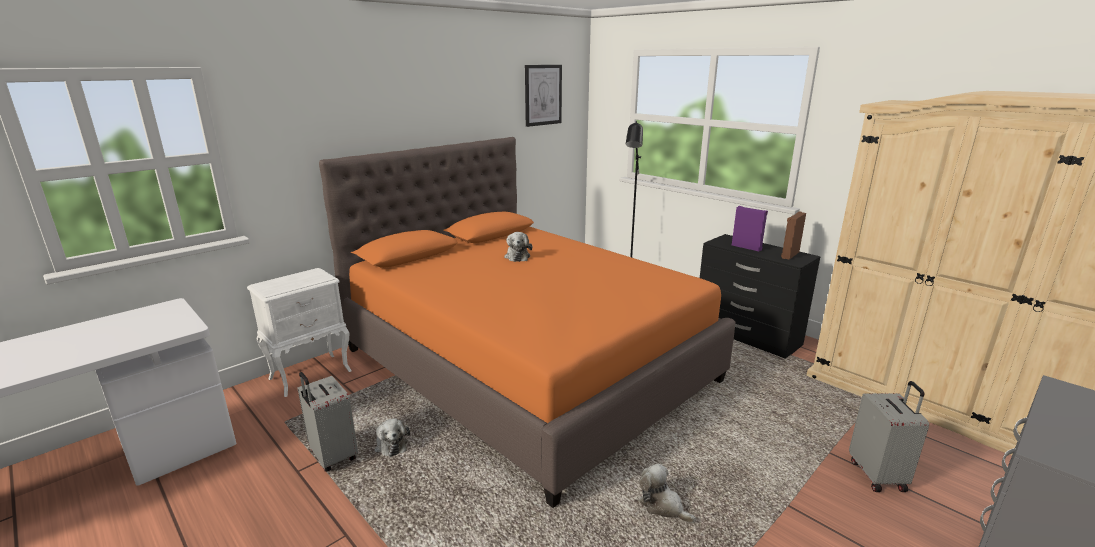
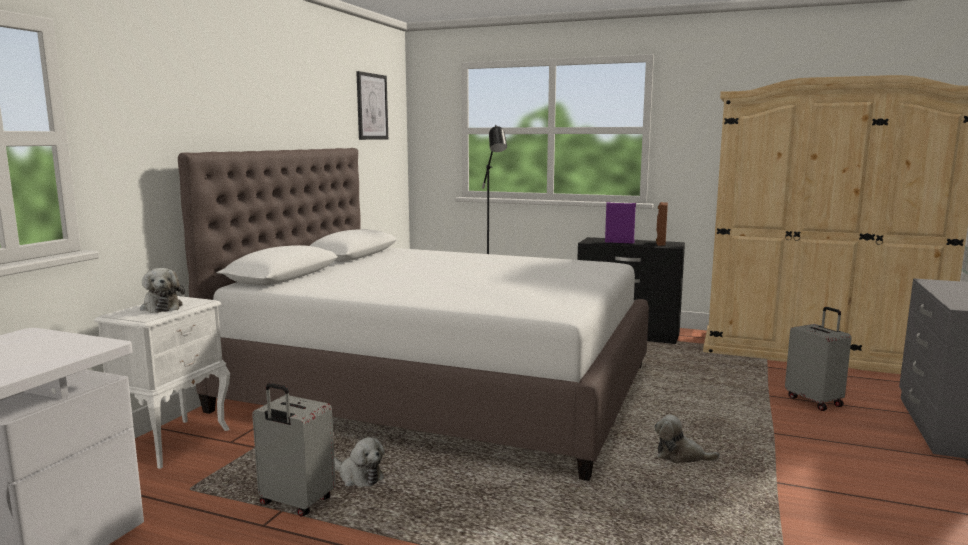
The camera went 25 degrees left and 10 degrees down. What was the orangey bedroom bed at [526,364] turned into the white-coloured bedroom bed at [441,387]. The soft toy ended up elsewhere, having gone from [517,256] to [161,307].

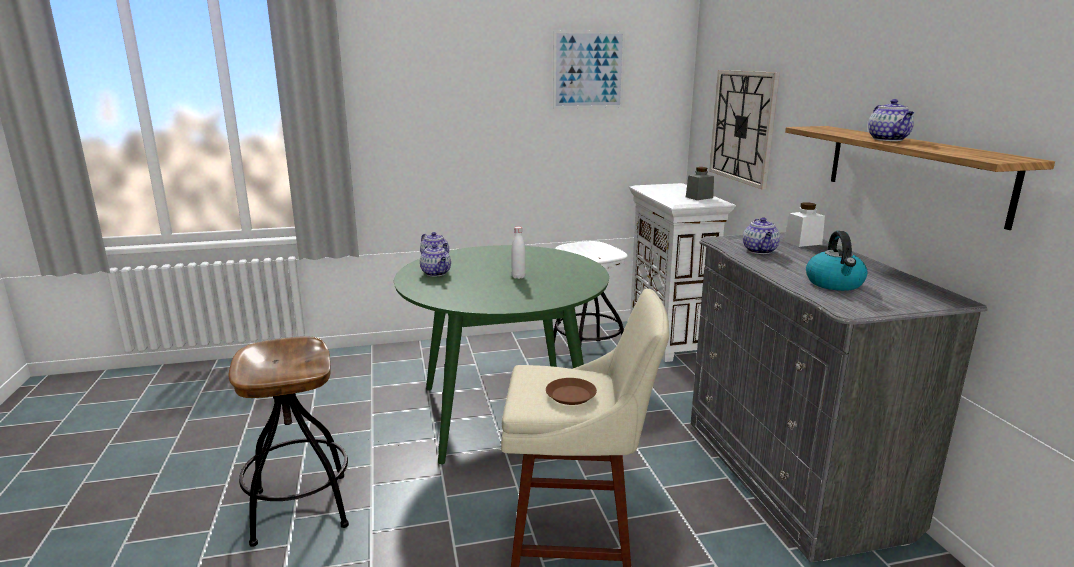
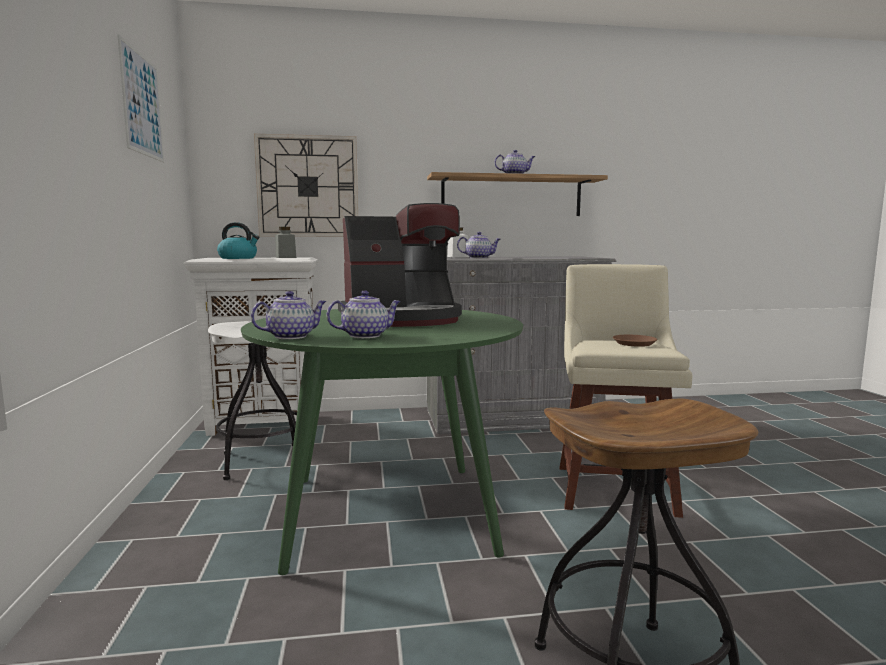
The camera went 85 degrees left and 10 degrees down. Where the white-coloured drink bottle stood at [518,277], the coffee machine came to stand at [402,319]. The water kettle ended up elsewhere, having gone from [835,284] to [238,258].

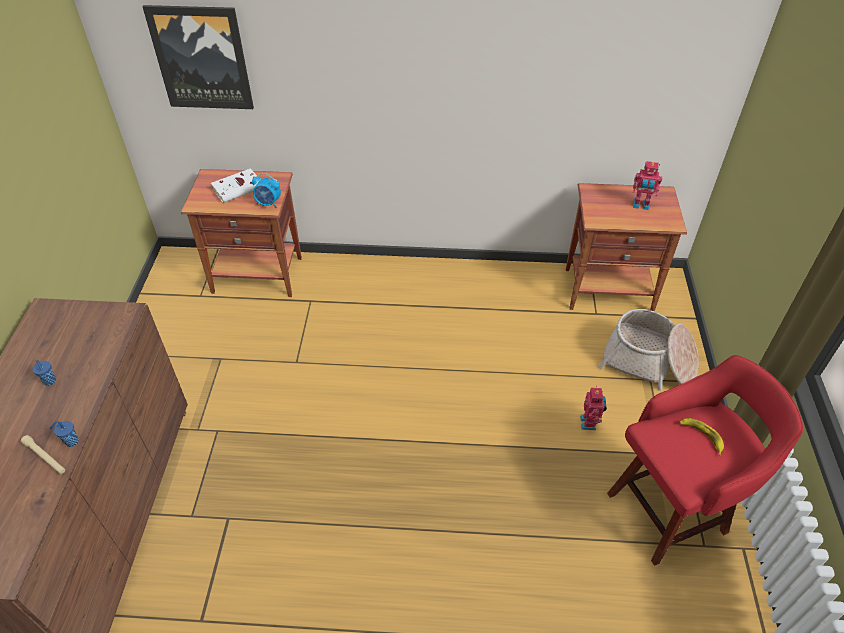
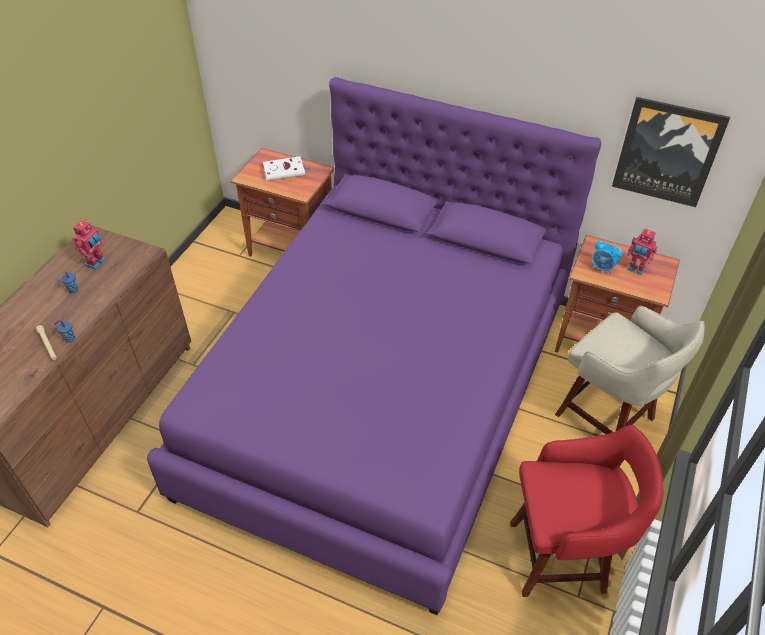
The camera went 20 degrees right and 0 degrees up. The wall picture ended up elsewhere, having gone from [201,58] to [667,152]. The table clock ended up elsewhere, having gone from [268,203] to [602,268]. Where the household basket stood at [649,362], the beige stool seat came to stand at [608,420]. The toy robot ended up elsewhere, having gone from [589,423] to [96,263]. The second view lost the banana at [701,436]. The second view gained the purple bedroom bed at [383,395].

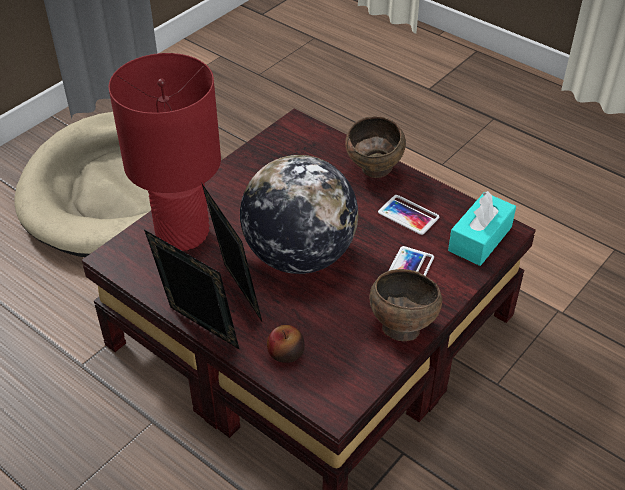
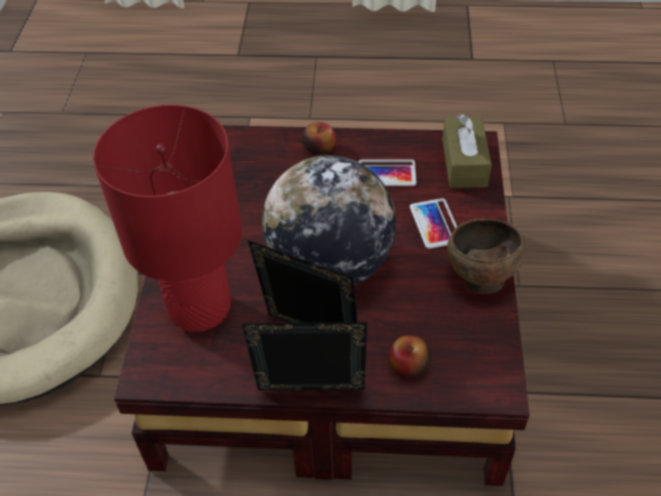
The camera went 35 degrees left and 5 degrees up. Where the brown-coloured bowl stood at [374,171], the apple came to stand at [319,148]. What was the turquoise tissue box at [480,239] turned into the brown-coloured tissue box at [464,163].

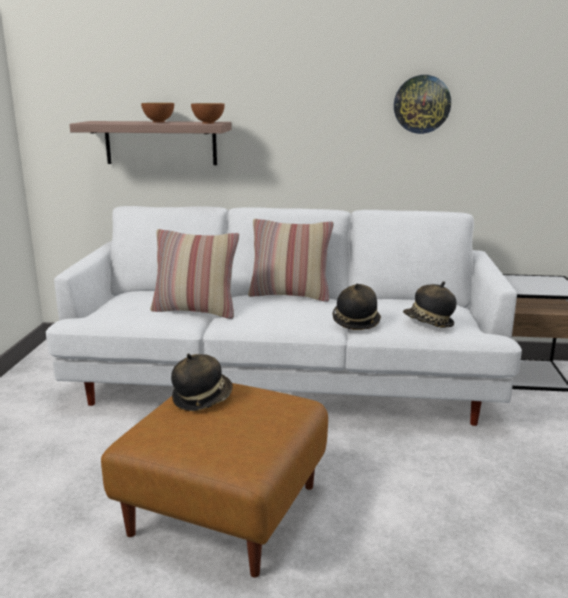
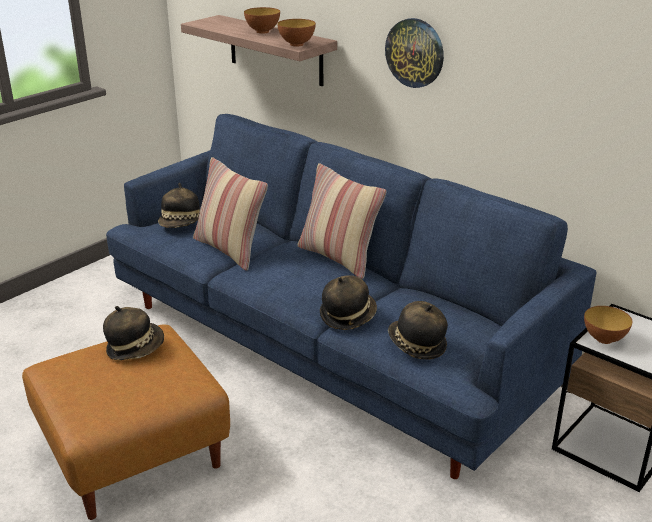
The camera went 35 degrees right and 10 degrees up. The clock on the wall ended up elsewhere, having gone from [421,104] to [415,53]. What was the white-coloured couch at [283,383] turned into the blue couch at [326,348]. The second view gained the hat at [181,225]. The second view gained the bowl at [604,339].

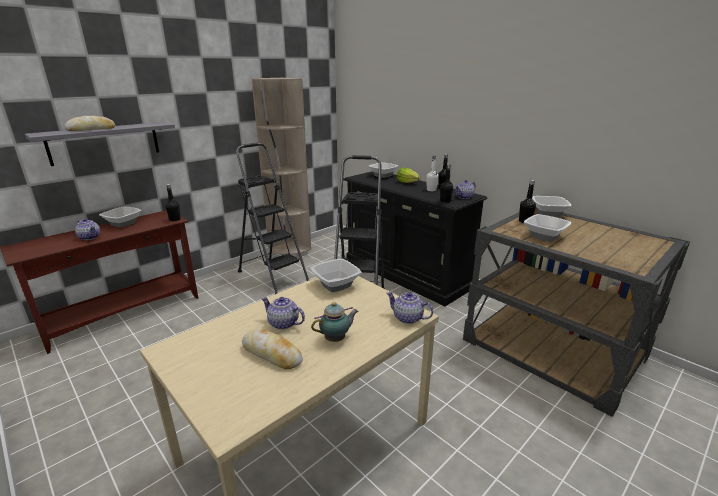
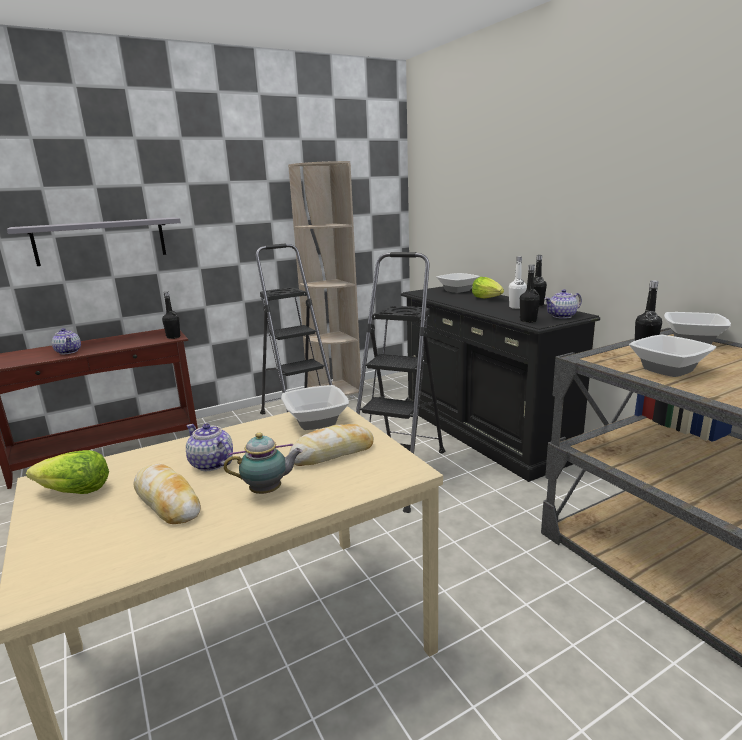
The camera went 15 degrees right and 5 degrees down. The bread ended up elsewhere, having gone from [91,129] to [333,453]. The second view lost the bowl at [122,223]. The second view lost the pot for tea at [408,318]. The second view gained the lettuce at [73,492].

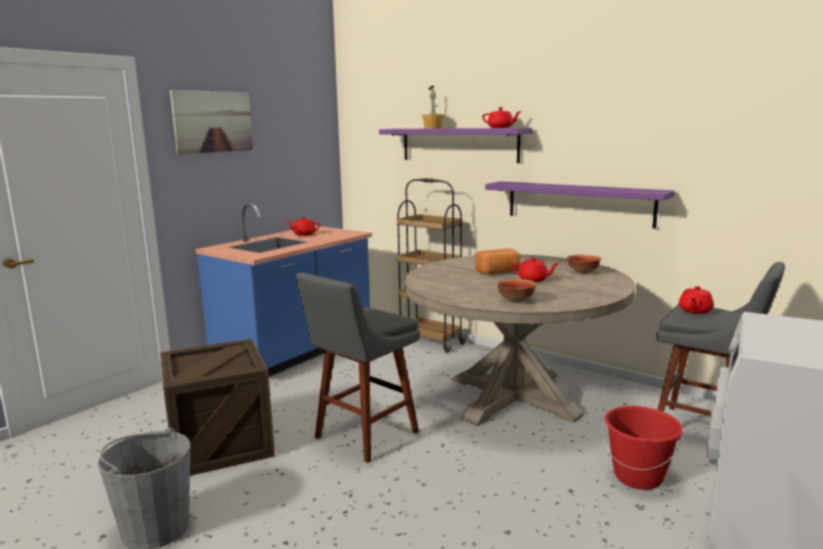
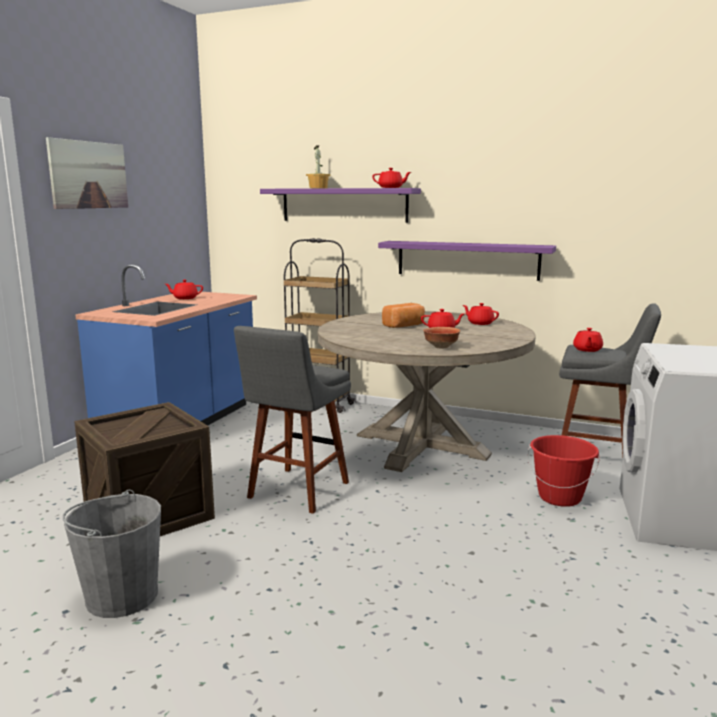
The camera went 15 degrees left and 0 degrees up. Where the bowl stood at [582,273], the red-coloured pot for tea came to stand at [480,323].

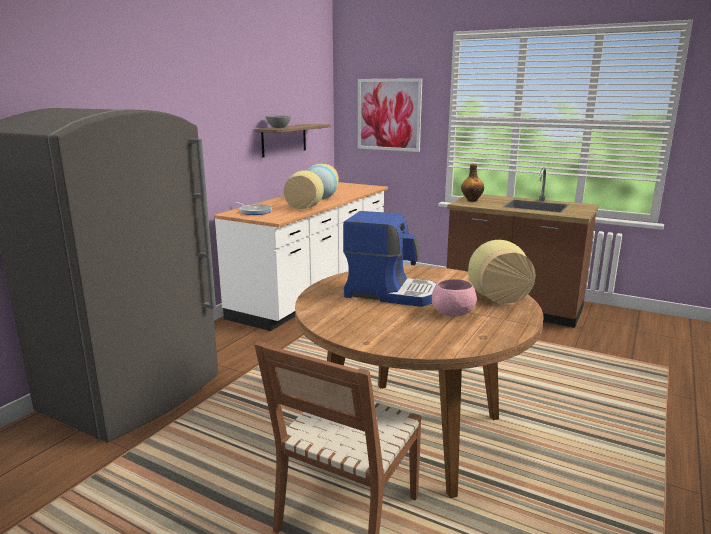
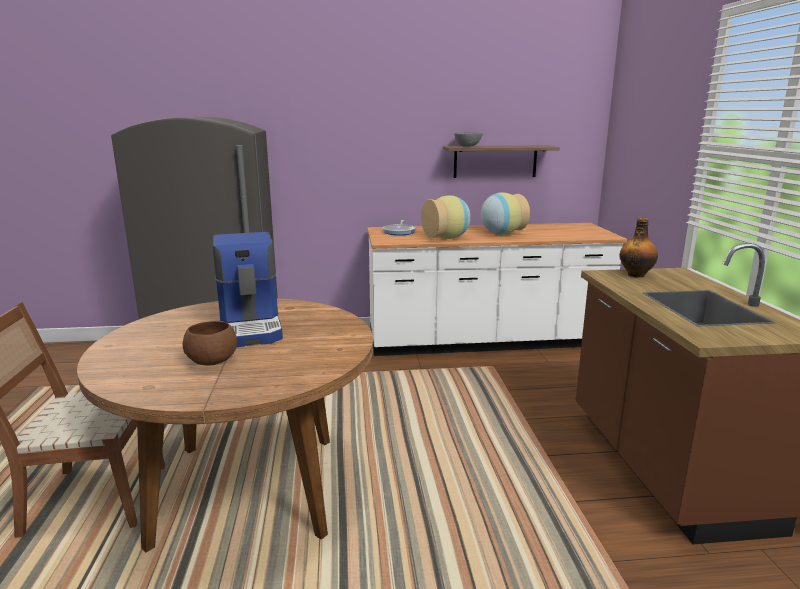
The camera went 55 degrees right and 0 degrees up. The second view lost the wall picture at [389,115]. The second view lost the decorative vase at [496,297]. What was the pink-coloured bowl at [452,313] turned into the brown-coloured bowl at [213,361].

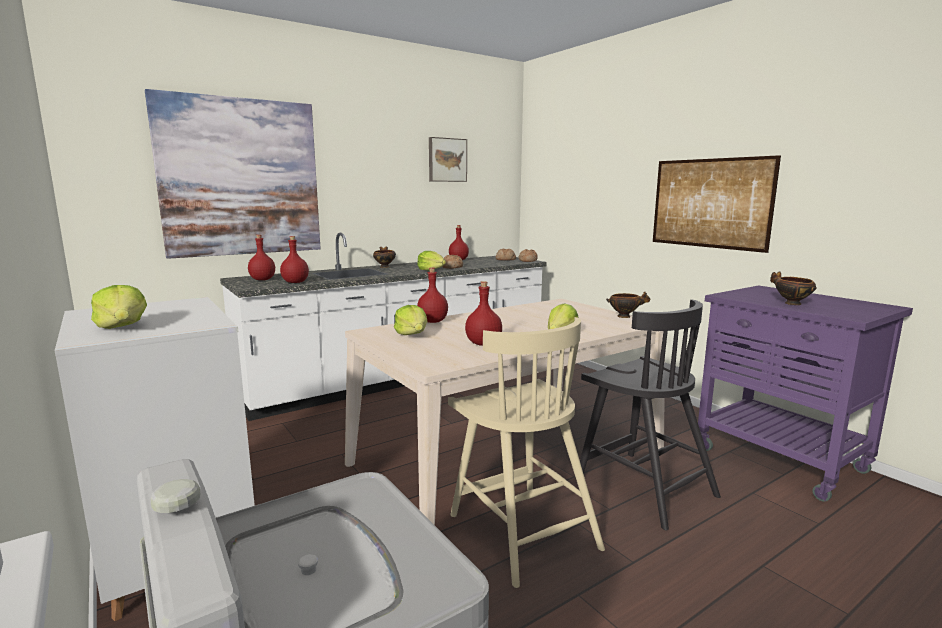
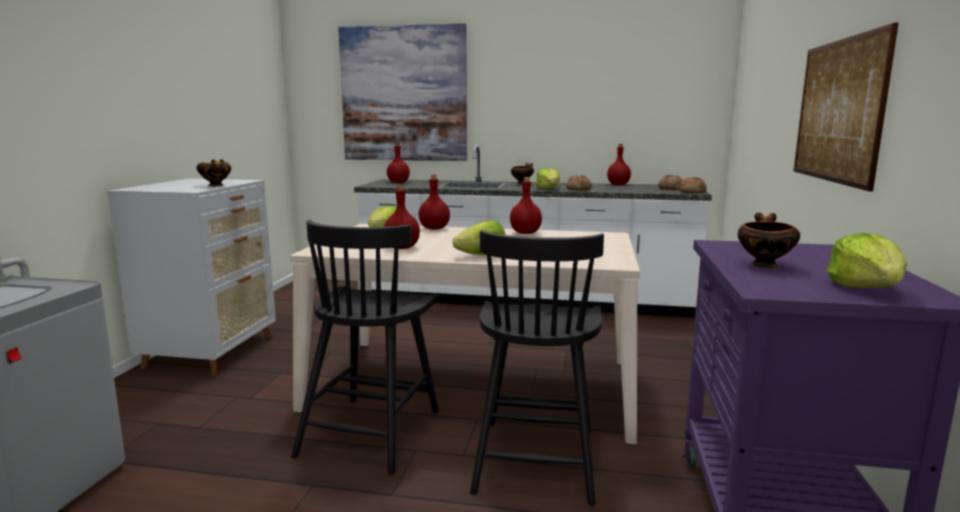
The camera went 45 degrees right and 0 degrees up. The second view lost the wall picture at [447,160]. The red-coloured drink bottle ended up elsewhere, having gone from [296,282] to [526,233]. The lettuce ended up elsewhere, having gone from [123,327] to [866,288]. The bowl ended up elsewhere, having gone from [625,316] to [216,185]. What was the beige upright chair at [521,529] turned into the black-coloured upright chair at [371,430].

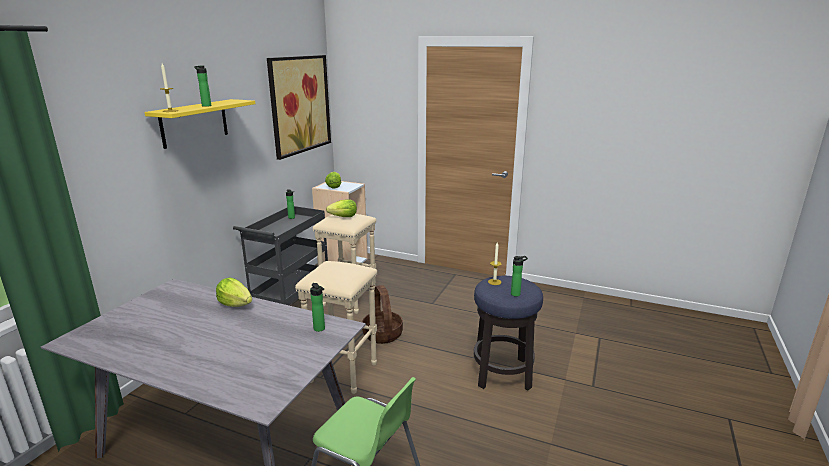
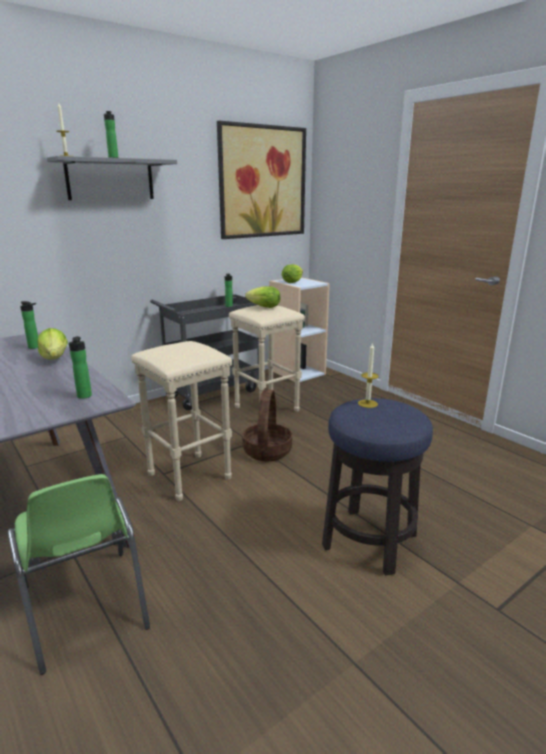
The camera went 30 degrees right and 0 degrees up. What was the yellowish shelf at [194,123] turned into the greyish shelf at [110,179]. The drink bottle ended up elsewhere, having gone from [517,294] to [35,347].

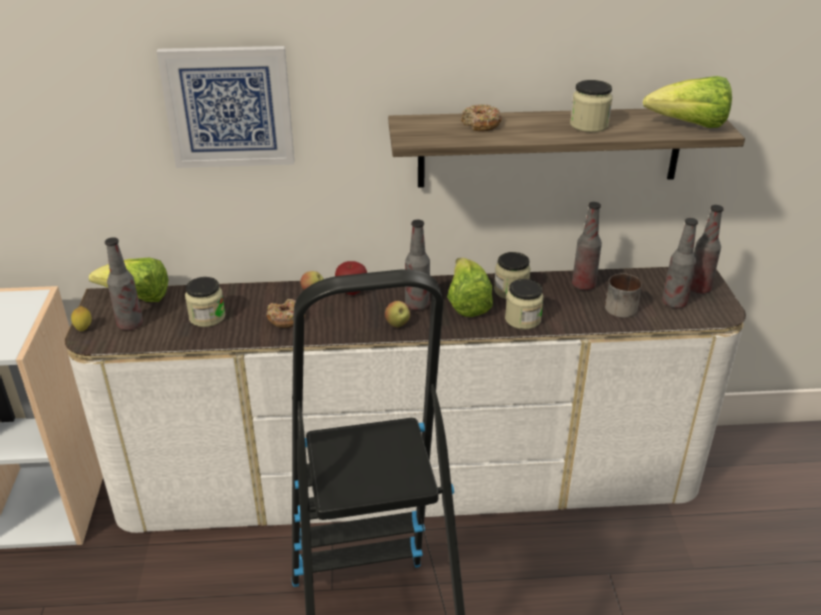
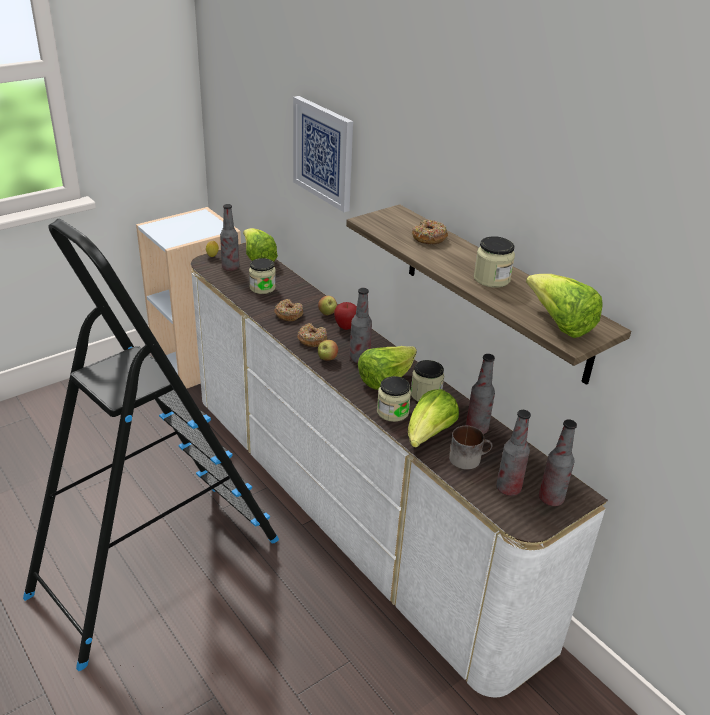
The camera went 55 degrees right and 0 degrees up. The second view gained the ring doughnut at [312,340]. The second view gained the lettuce at [428,436].

